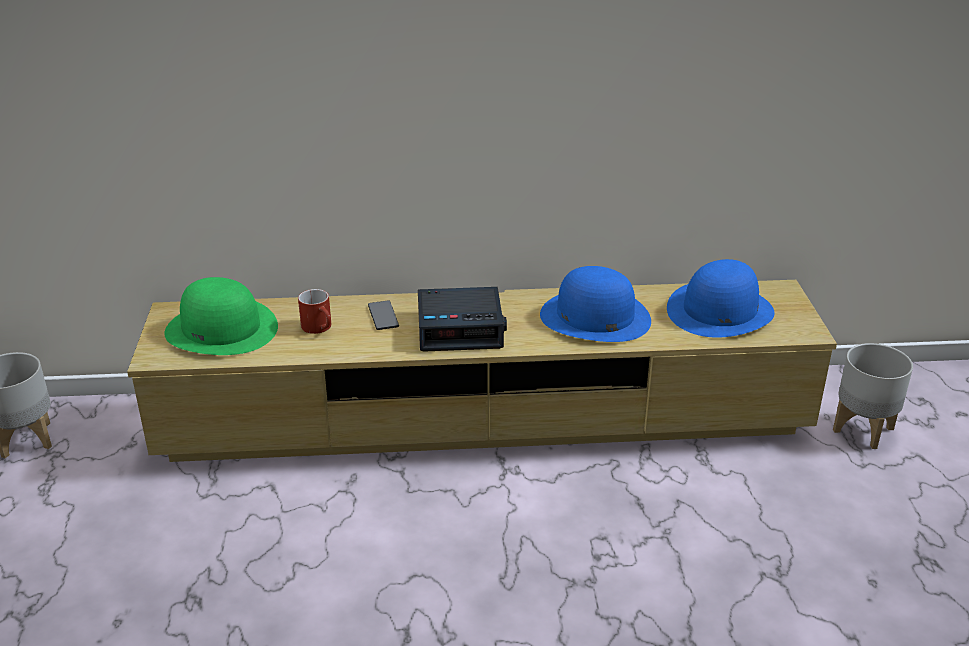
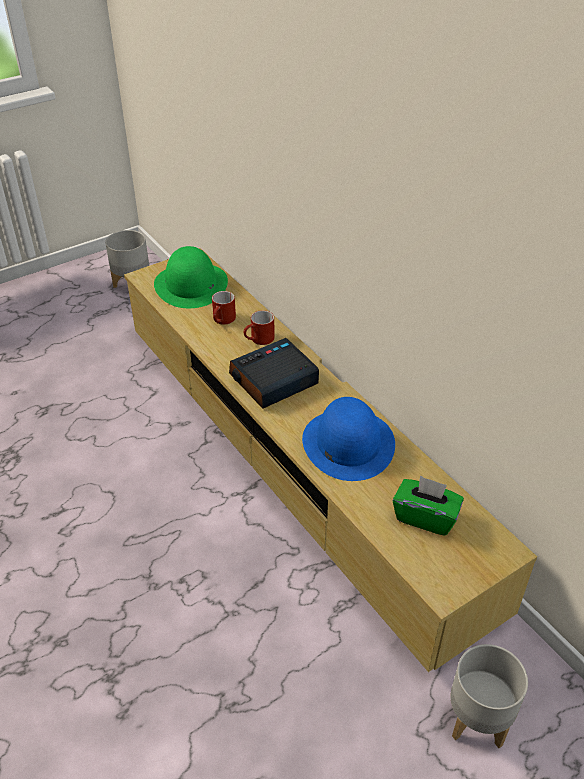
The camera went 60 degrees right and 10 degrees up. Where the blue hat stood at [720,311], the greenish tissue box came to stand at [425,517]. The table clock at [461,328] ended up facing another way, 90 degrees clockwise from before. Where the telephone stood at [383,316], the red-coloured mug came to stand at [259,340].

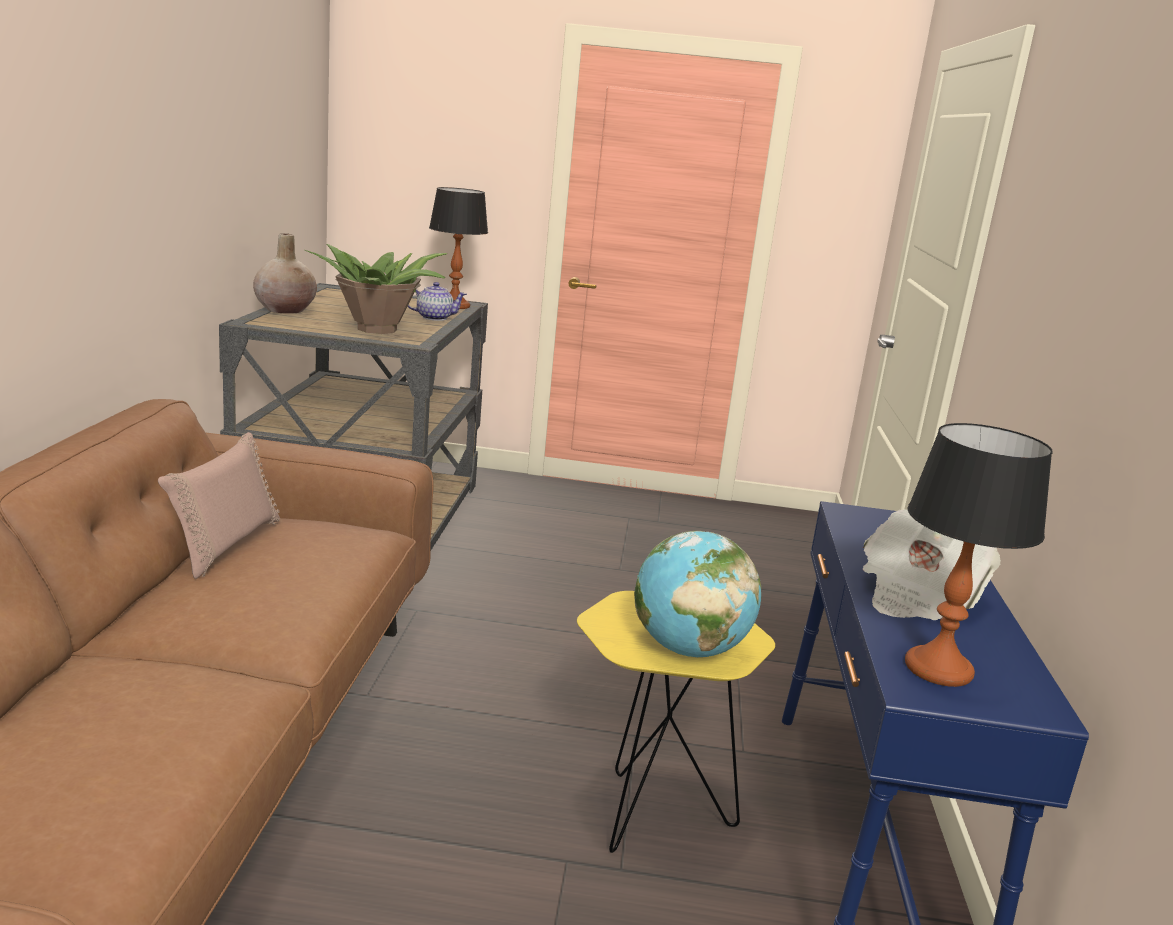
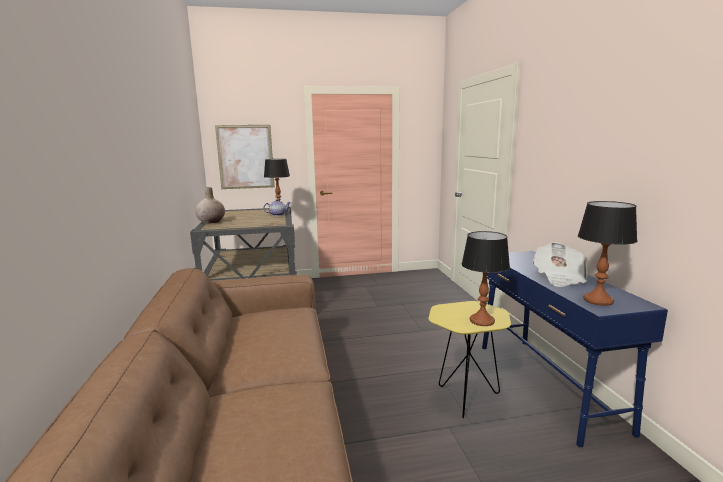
The camera went 15 degrees left and 5 degrees down. The second view lost the potted plant at [379,330]. The second view lost the beige cushion at [225,545]. Where the world globe stood at [689,649], the lamp for a table came to stand at [481,320]. The second view gained the wall picture at [245,157].

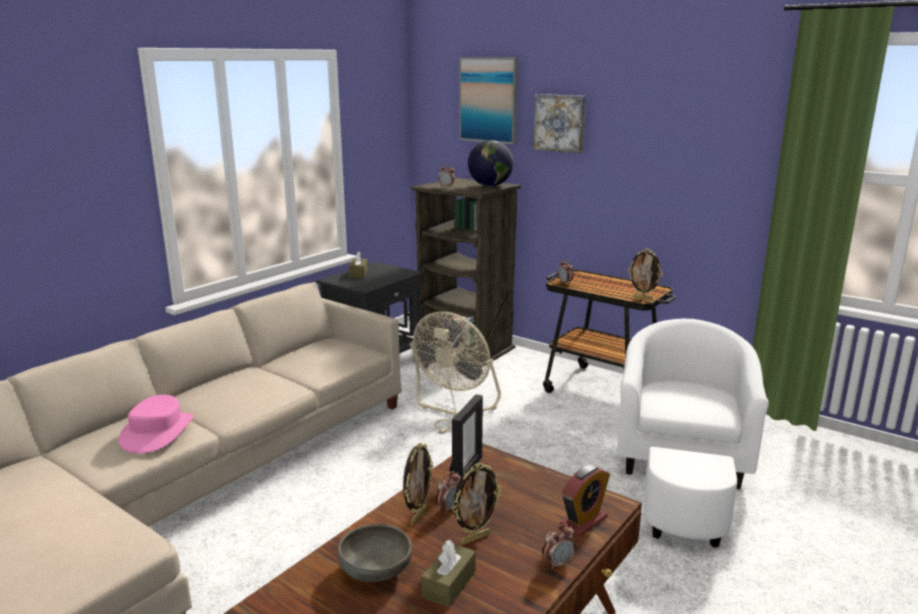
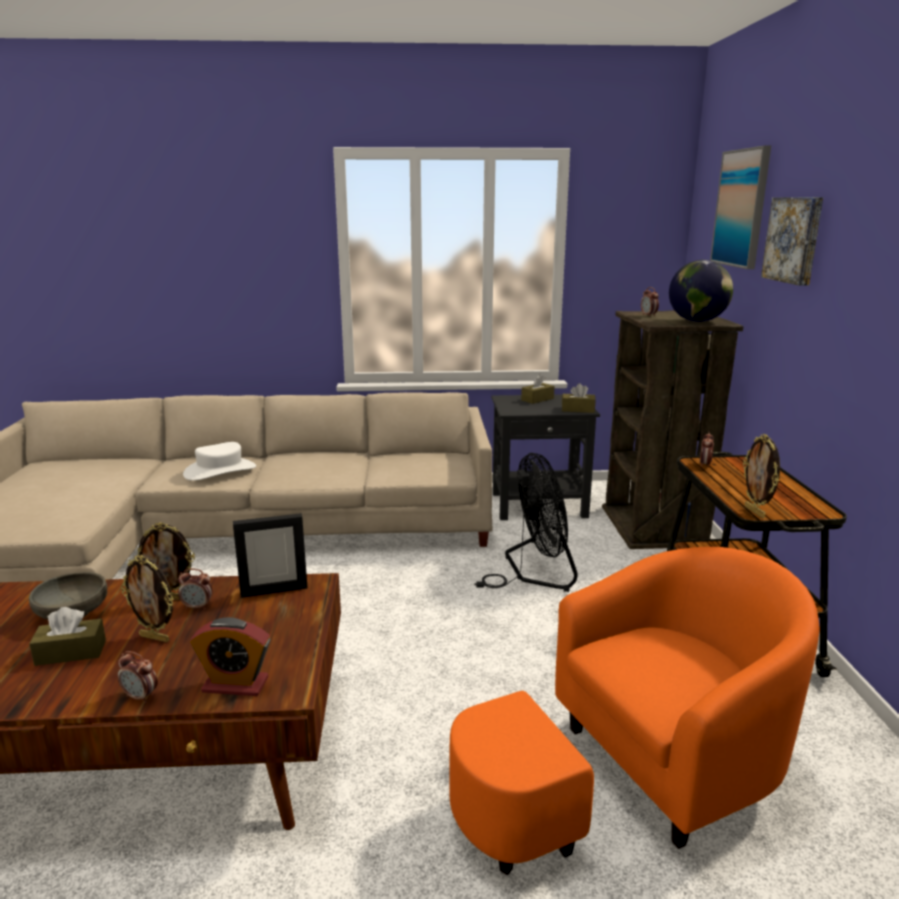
The camera went 50 degrees right and 0 degrees up. What was the beige cooling fan at [449,407] turned into the black-coloured cooling fan at [529,568]. What was the white-coloured armchair at [682,473] turned into the orangey armchair at [638,776]. What was the pink-coloured hat at [157,432] turned into the white-coloured hat at [220,470]. The second view gained the brown-coloured tissue box at [578,409].

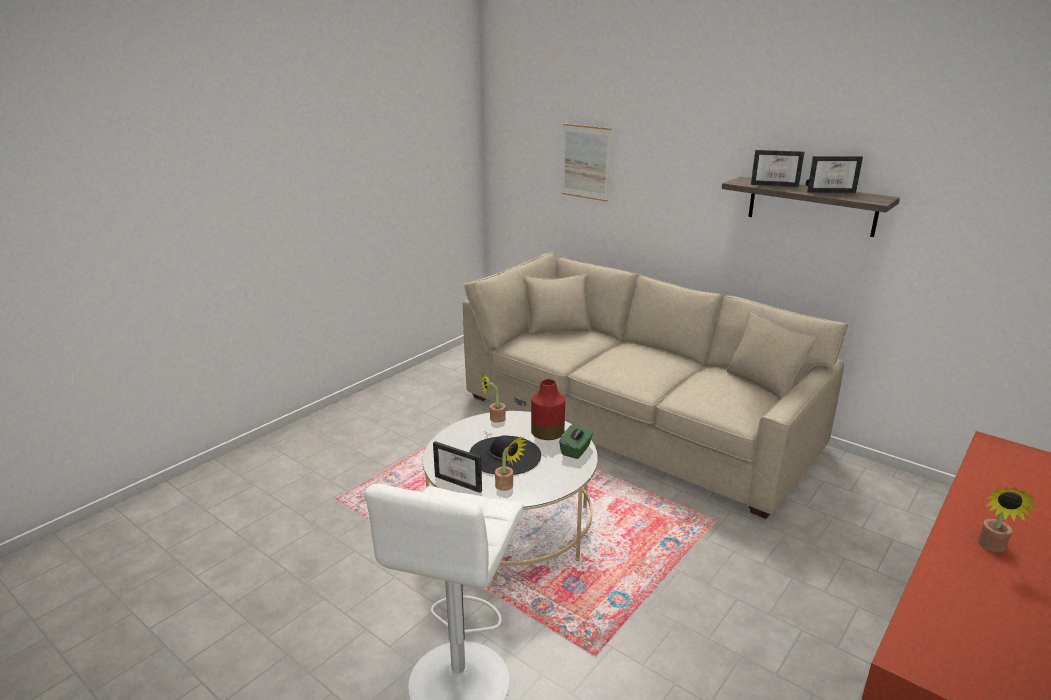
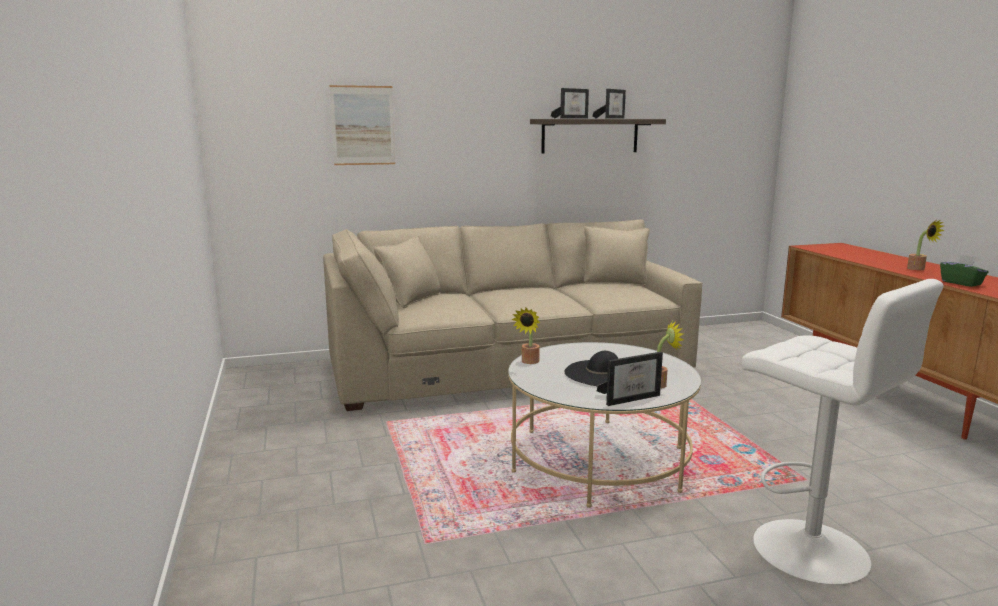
The camera went 55 degrees left and 10 degrees down. The second view lost the red-coloured decorative vase at [548,431]. The greenish tissue box ended up elsewhere, having gone from [576,450] to [961,283].

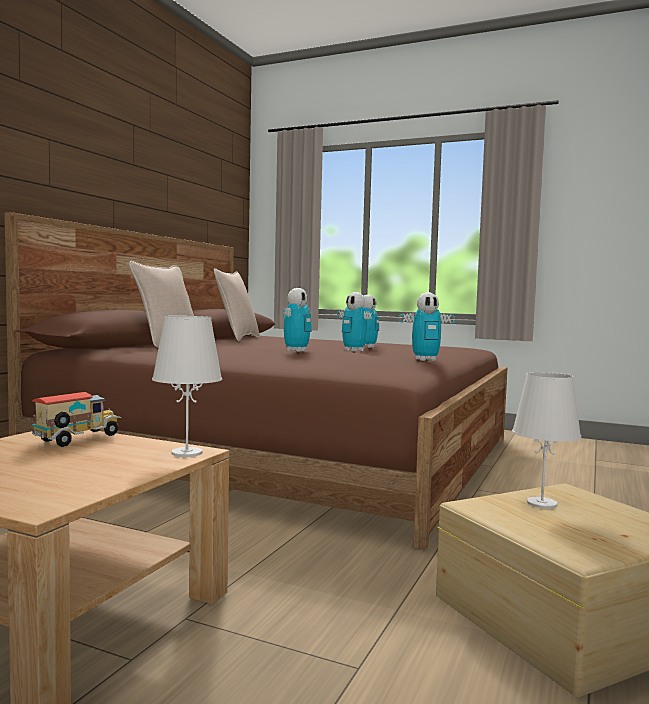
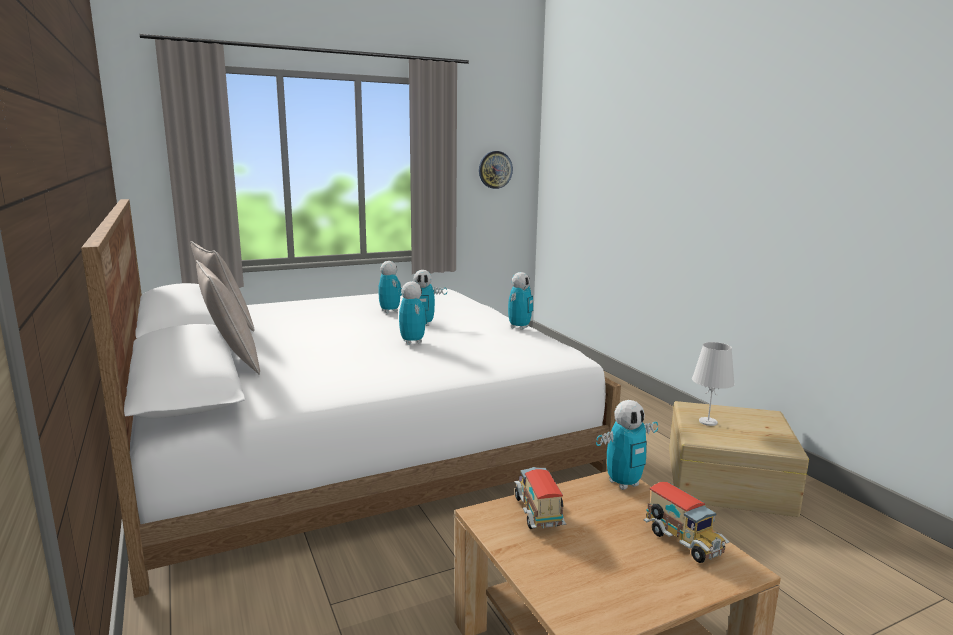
The camera went 50 degrees left and 10 degrees up. What was the brown-coloured bedroom bed at [287,452] turned into the white-coloured bedroom bed at [352,434]. Where the white-coloured lamp for a table stood at [187,453], the toy robot came to stand at [623,483]. The second view gained the clock on the wall at [495,169]. The second view gained the toy truck at [683,543].

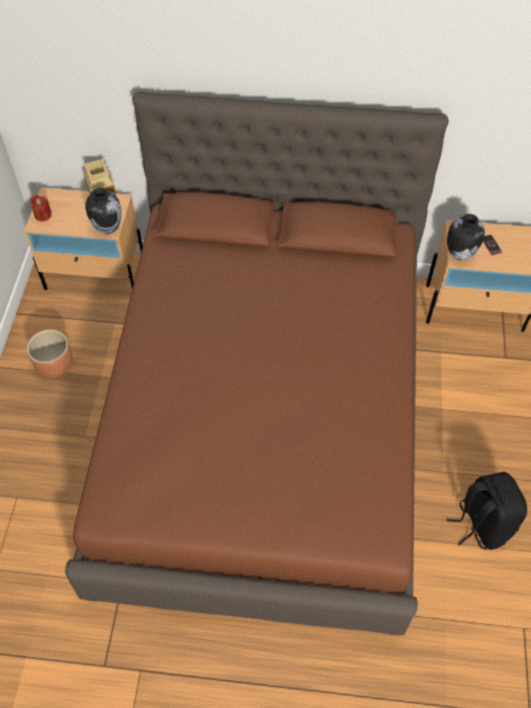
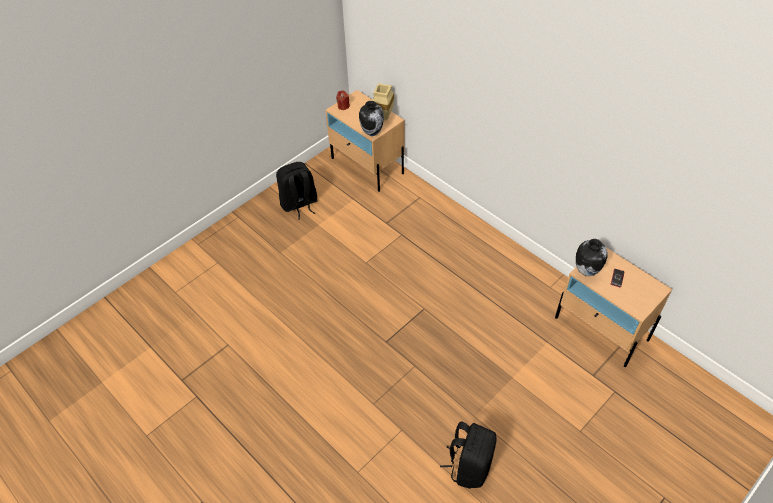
The camera went 40 degrees right and 5 degrees down. The second view lost the brown-coloured bedroom bed at [266,421]. Where the brown-coloured planter stood at [55,366], the black-coloured rucksack came to stand at [299,204].

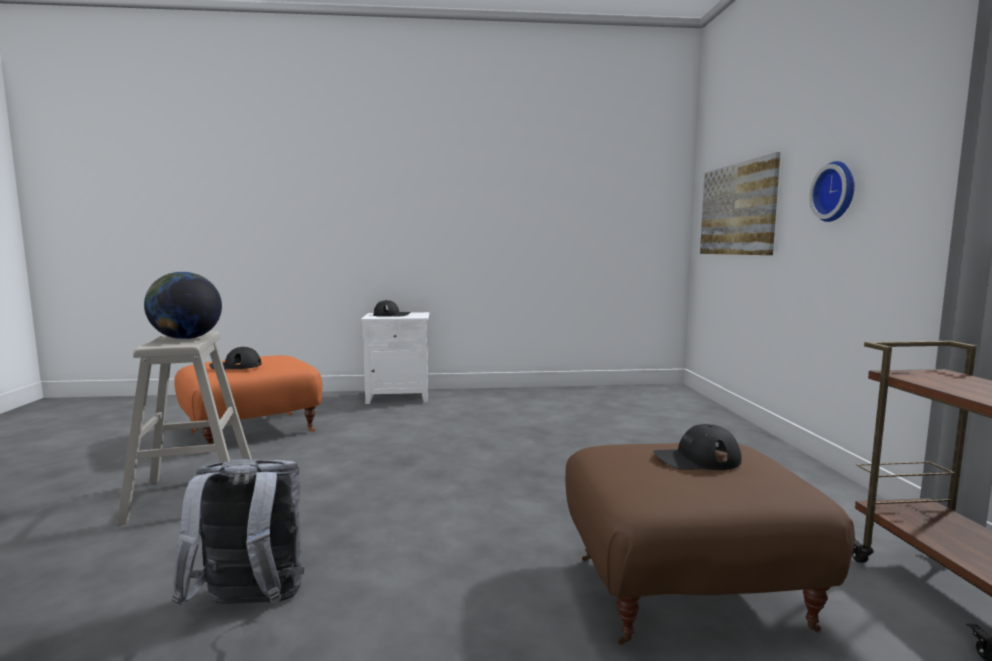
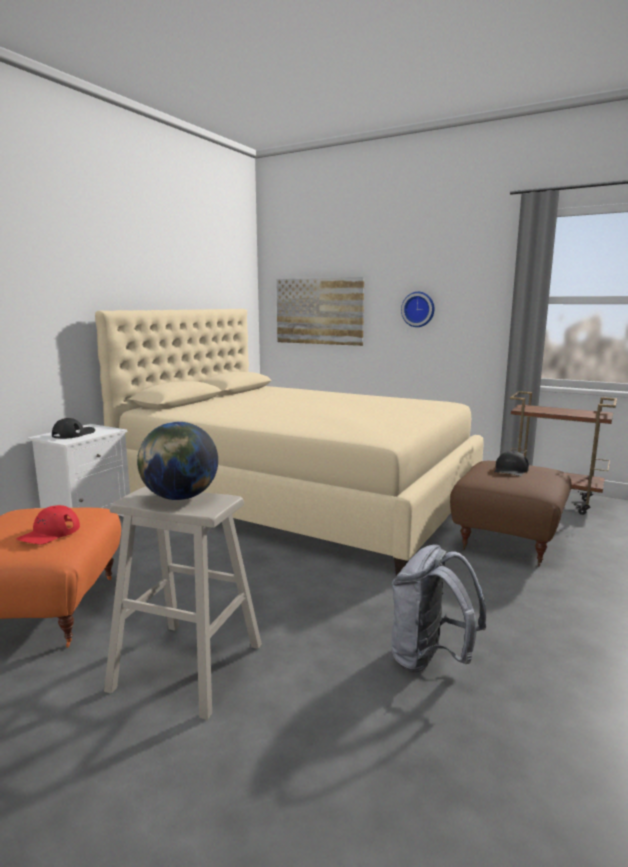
The camera went 55 degrees left and 5 degrees up. What was the black-coloured baseball cap at [235,366] turned into the red-coloured baseball cap at [49,533]. The second view gained the beige bedroom bed at [299,496].

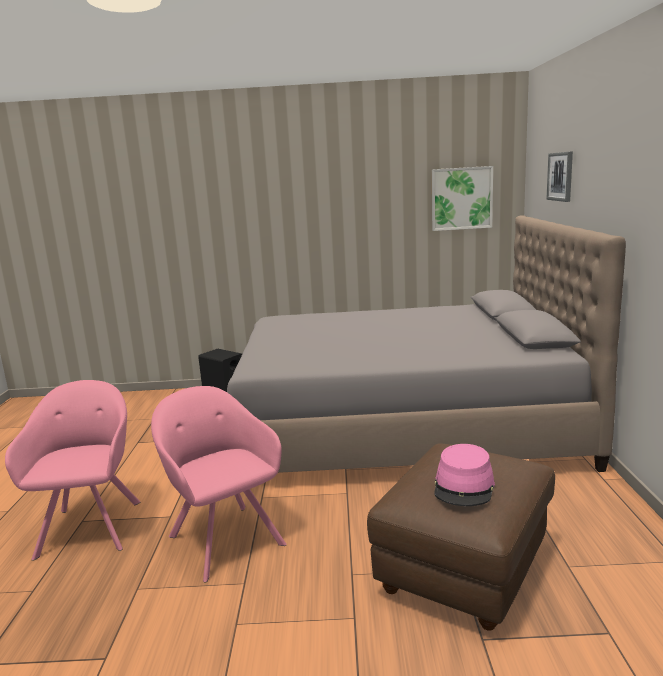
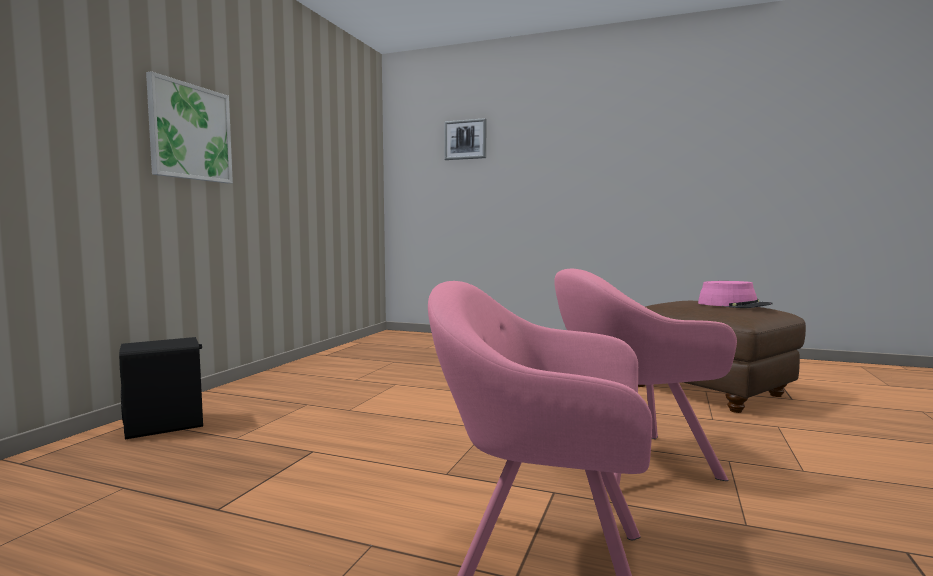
The camera went 70 degrees left and 10 degrees down. The wall picture ended up elsewhere, having gone from [461,198] to [190,132]. The second view lost the greyish bedroom bed at [400,426].

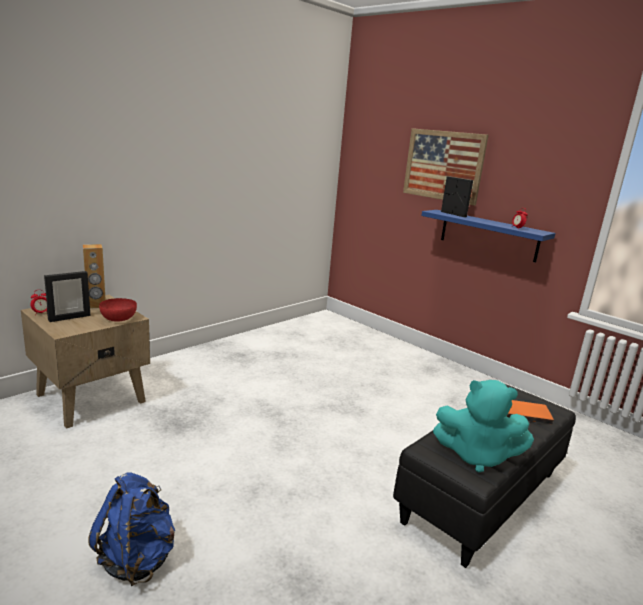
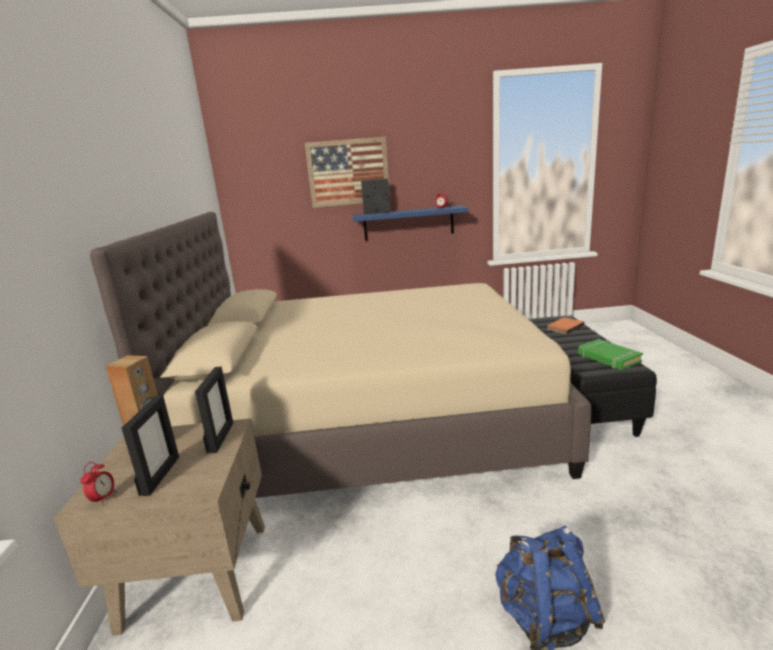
The camera went 45 degrees left and 0 degrees up. Where the red-coloured bowl stood at [119,318], the picture frame came to stand at [220,437]. Where the turquoise soft toy stood at [476,455], the greenish bound book came to stand at [608,358]. The second view gained the beige bedroom bed at [372,420].

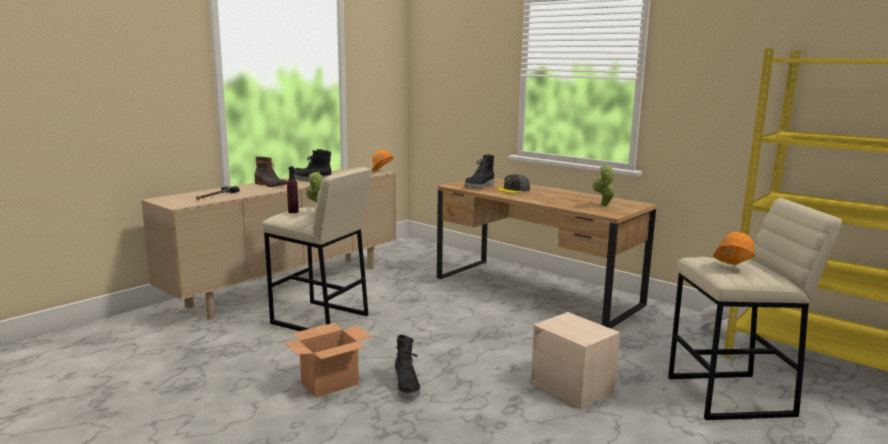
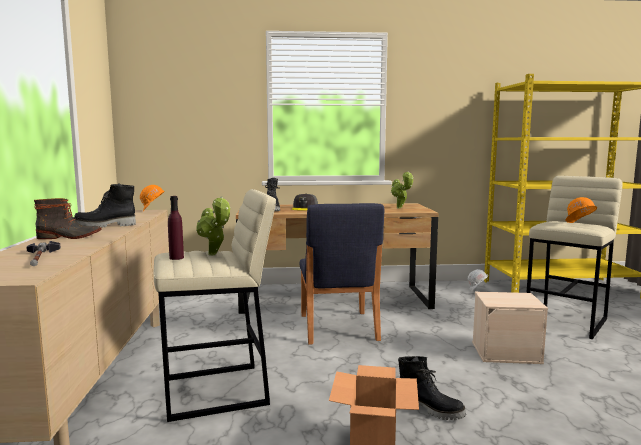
The camera went 45 degrees left and 5 degrees down. The second view gained the blue upright chair at [338,328].

